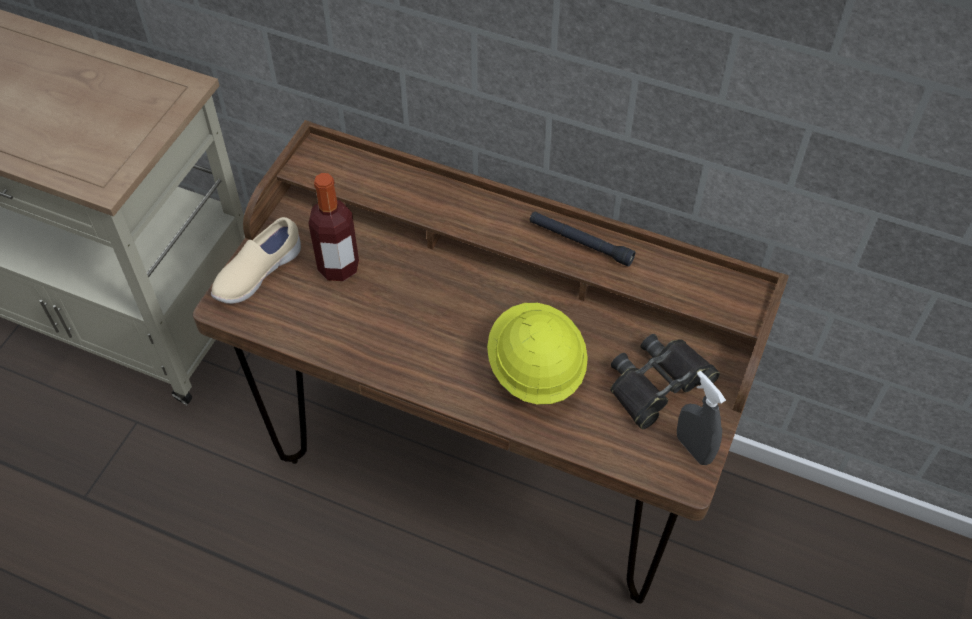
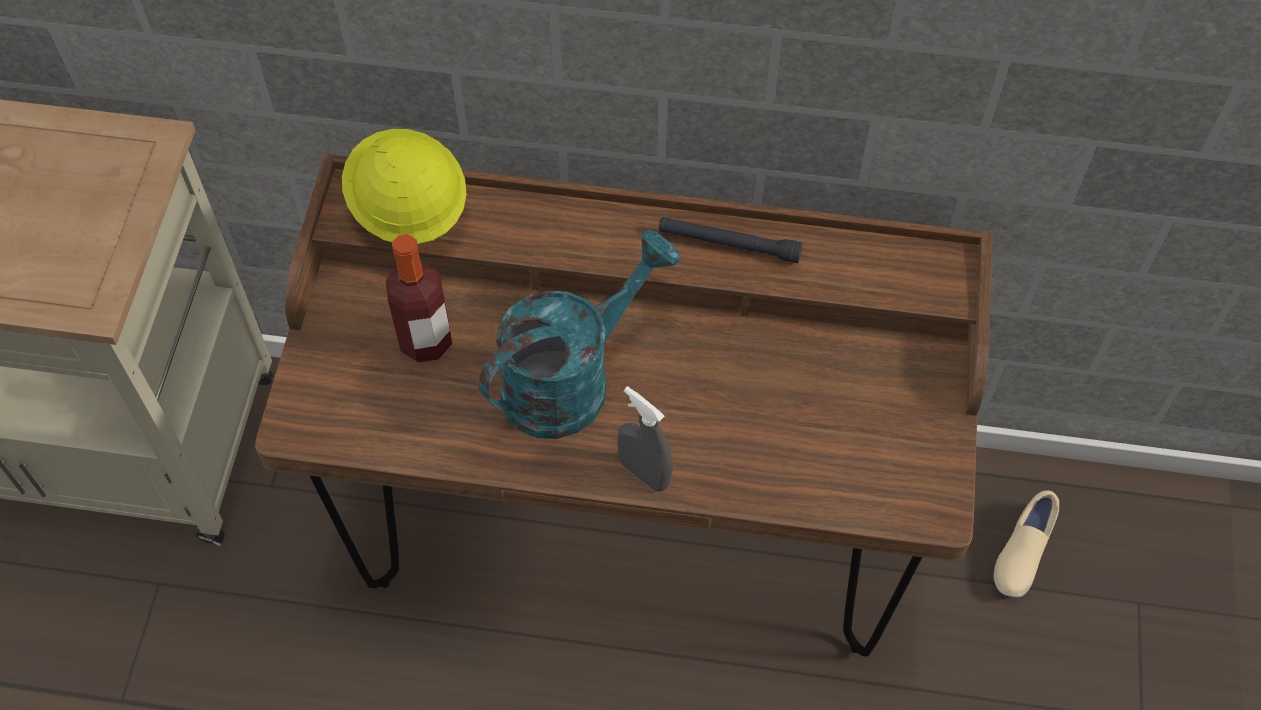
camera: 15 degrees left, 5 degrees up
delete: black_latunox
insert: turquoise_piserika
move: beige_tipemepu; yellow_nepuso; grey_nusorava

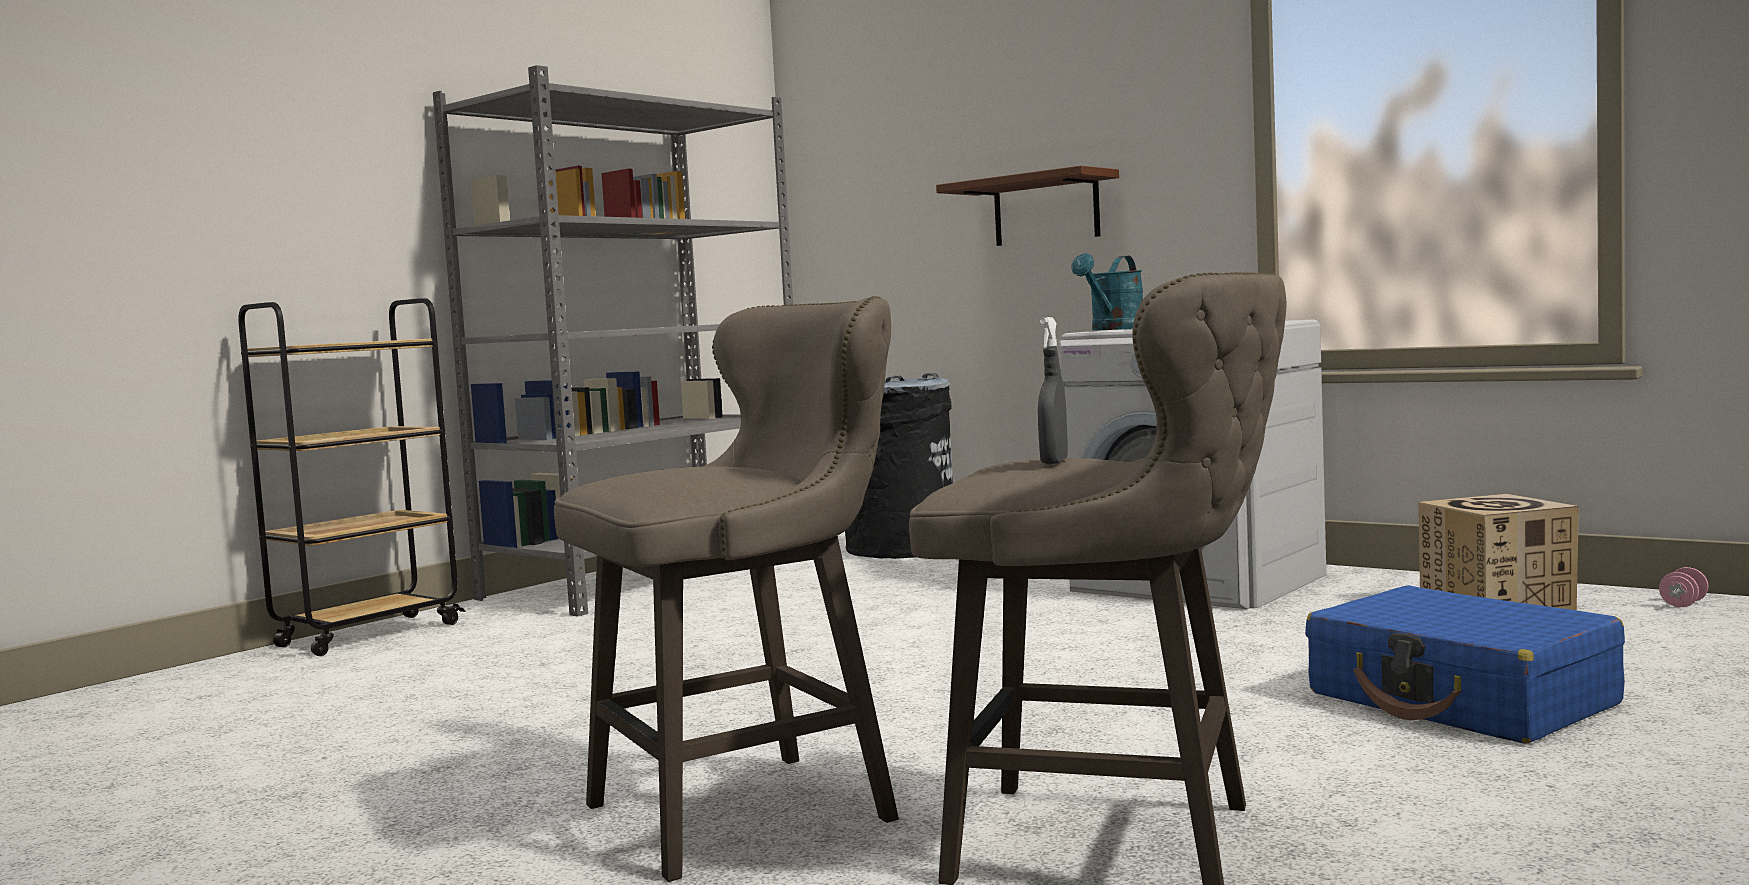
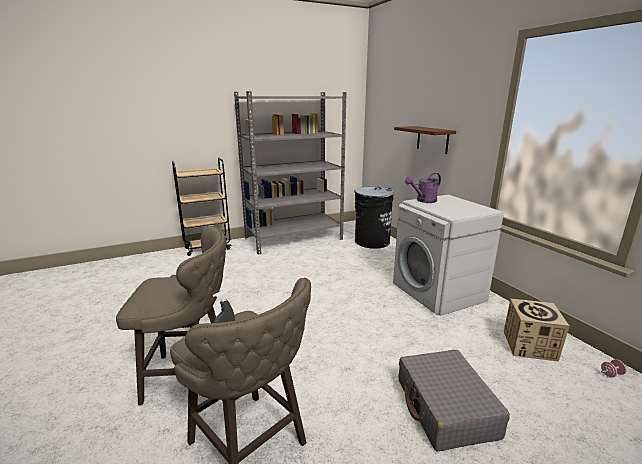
camera: 25 degrees right, 15 degrees up
recolor: turquoise_piserika to purple_piserika; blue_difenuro to grey_difenuro

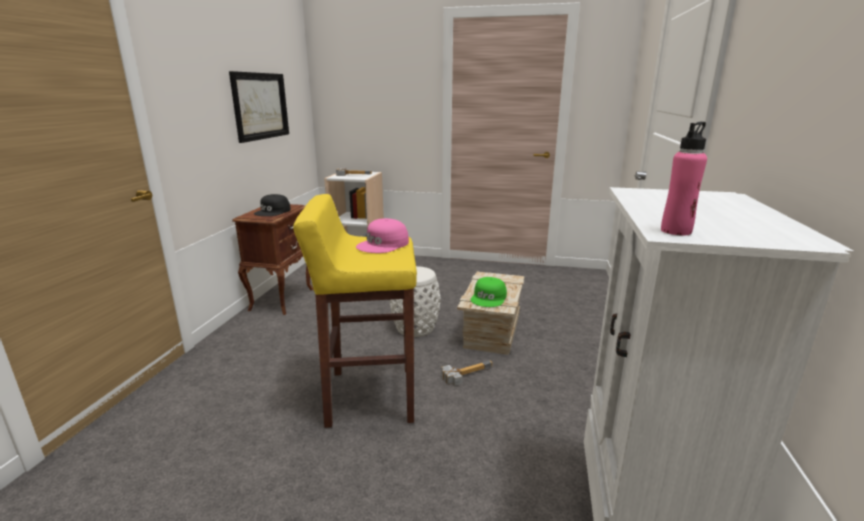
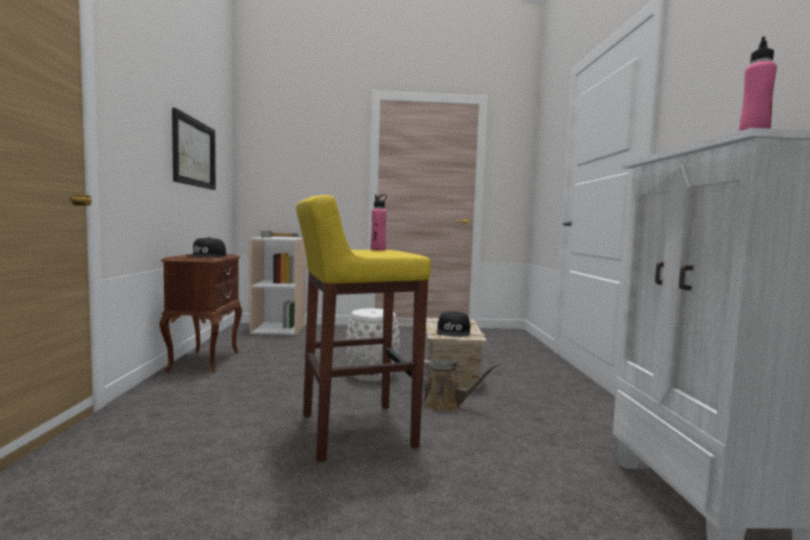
camera: 15 degrees left, 15 degrees down
replace: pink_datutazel to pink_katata (1st from left); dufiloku (2nd from left) to brown_piserika
recolor: green_datutazel to black_datutazel (2nd from left)

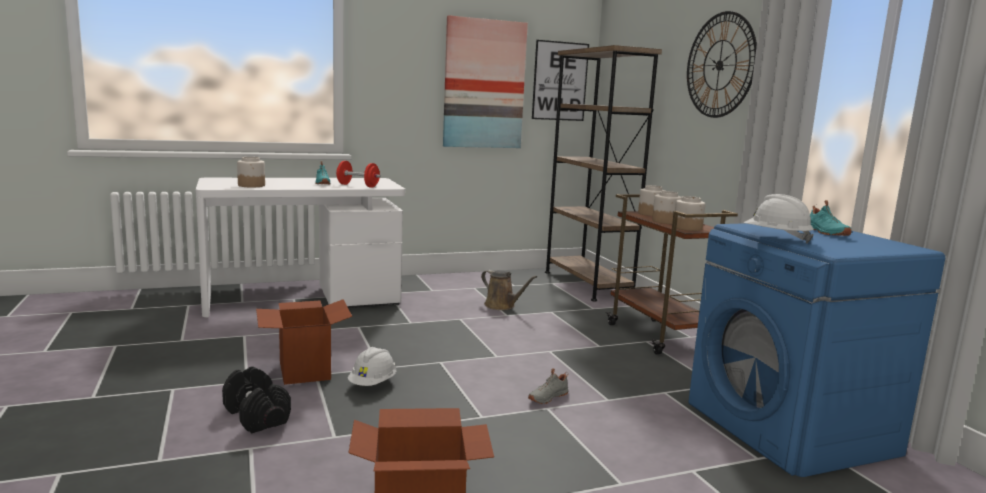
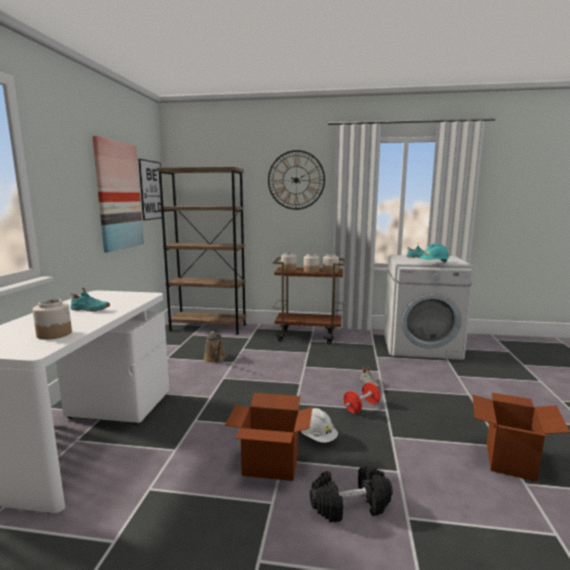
camera: 60 degrees left, 0 degrees up
move: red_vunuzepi
recolor: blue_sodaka to white_sodaka; white_nepuso (2nd from left) to turquoise_nepuso
rotate: brown_piserika 90 degrees clockwise

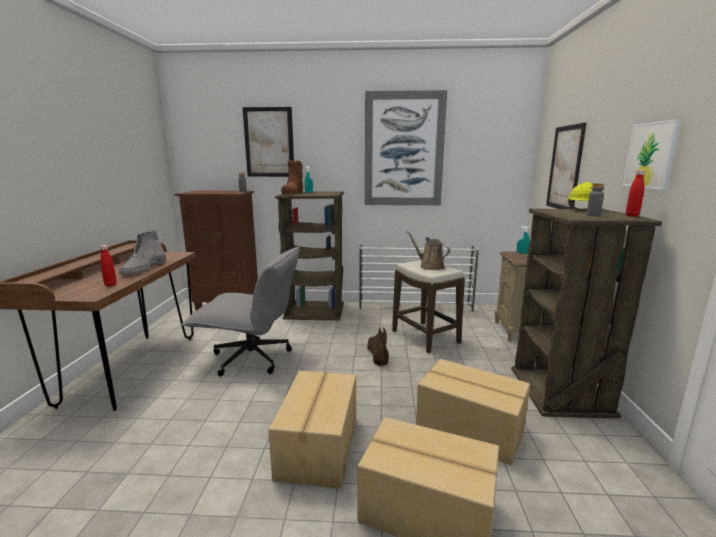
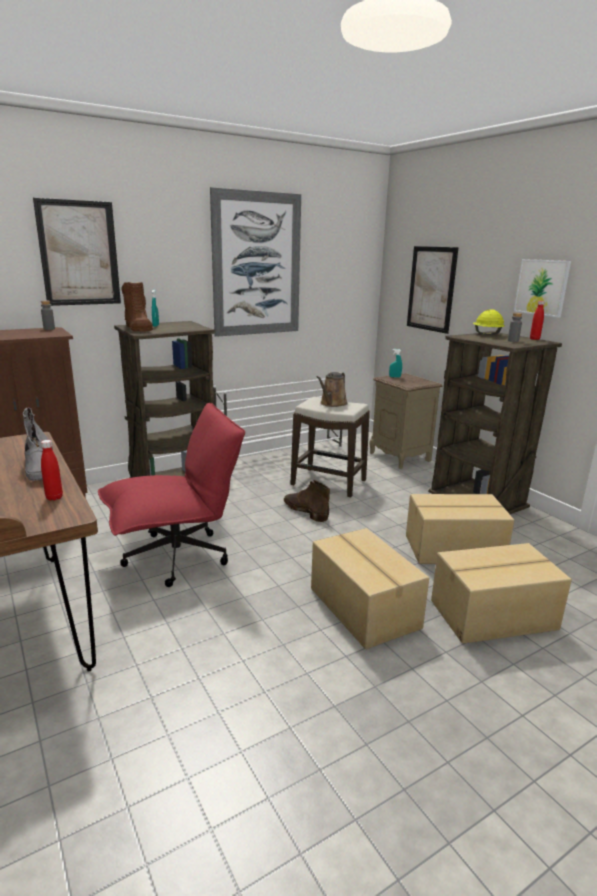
camera: 35 degrees left, 5 degrees up
recolor: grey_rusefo to red_rusefo
rotate: brown_piserika 75 degrees counterclockwise

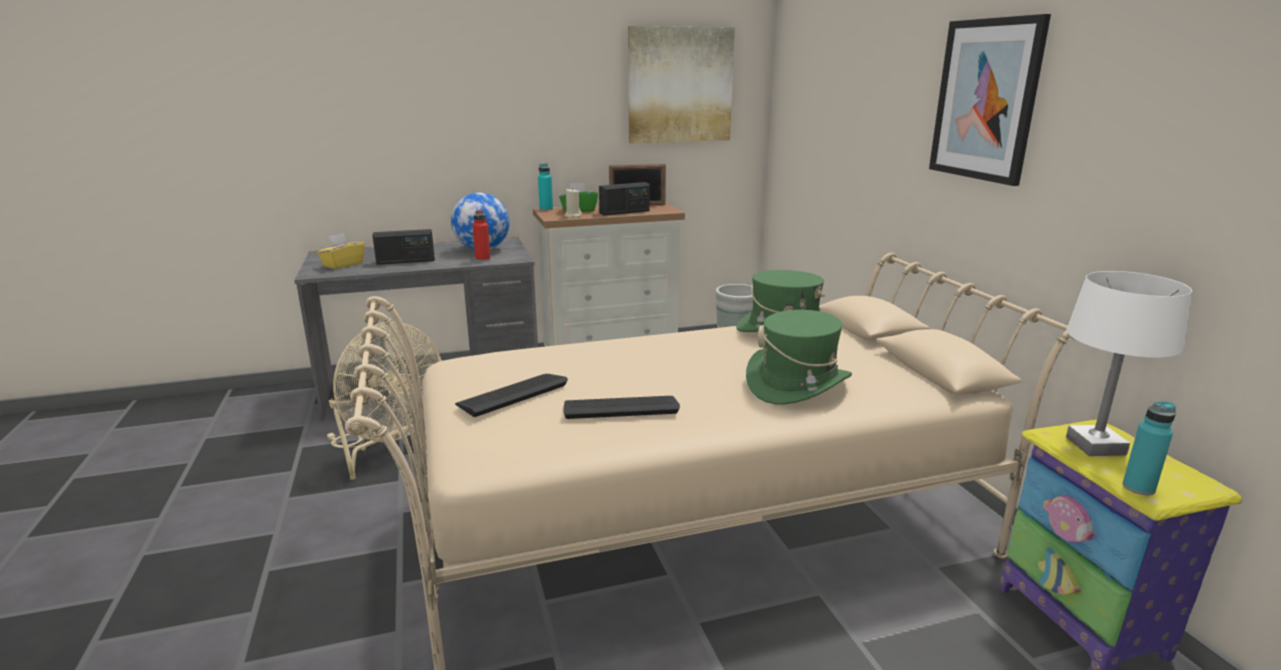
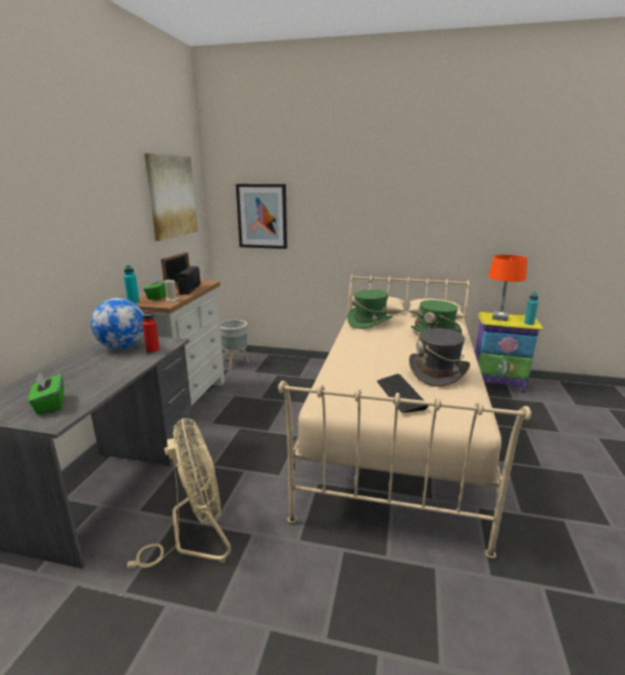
camera: 60 degrees left, 0 degrees up
delete: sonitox (1st from left)
move: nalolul (2nd from left)
replace: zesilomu (2nd from left) to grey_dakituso
recolor: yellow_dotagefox to green_dotagefox (1st from left); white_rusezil to orange_rusezil

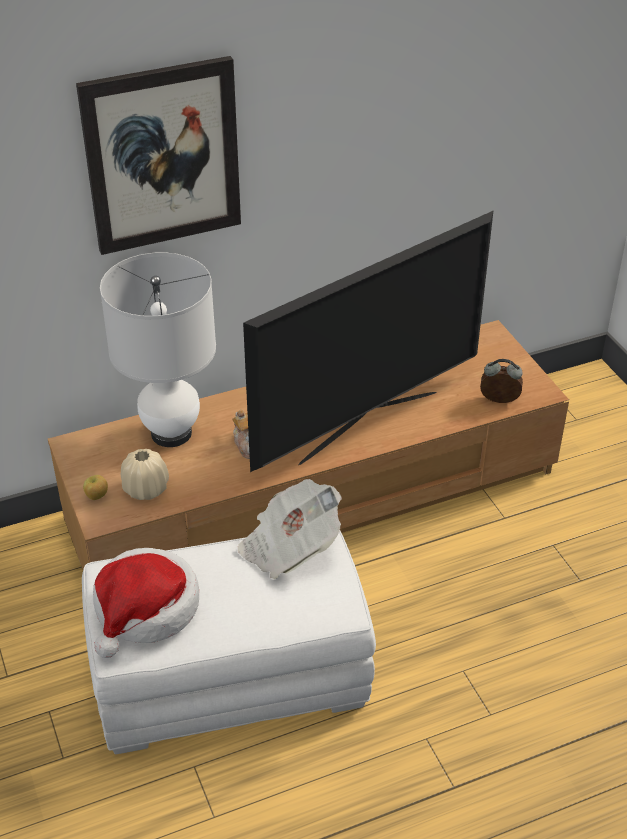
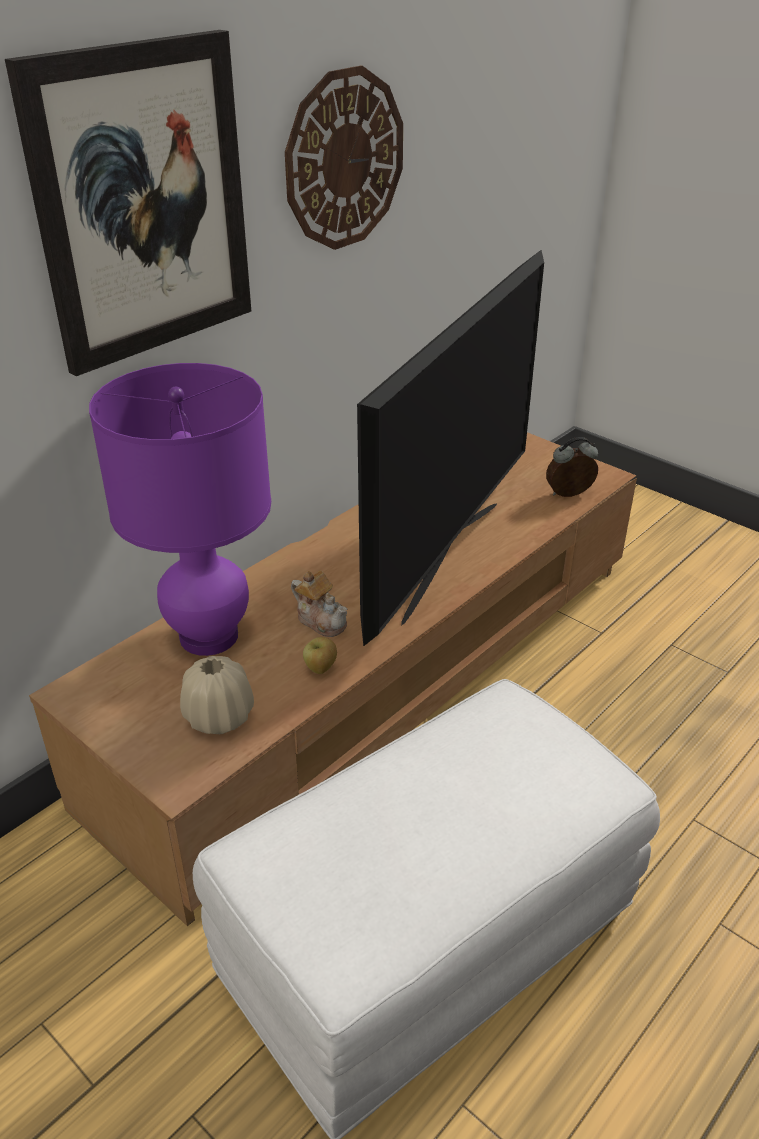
camera: 25 degrees left, 5 degrees down
delete: dakituso; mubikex
insert: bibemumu
move: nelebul
recolor: white_rusezil to purple_rusezil

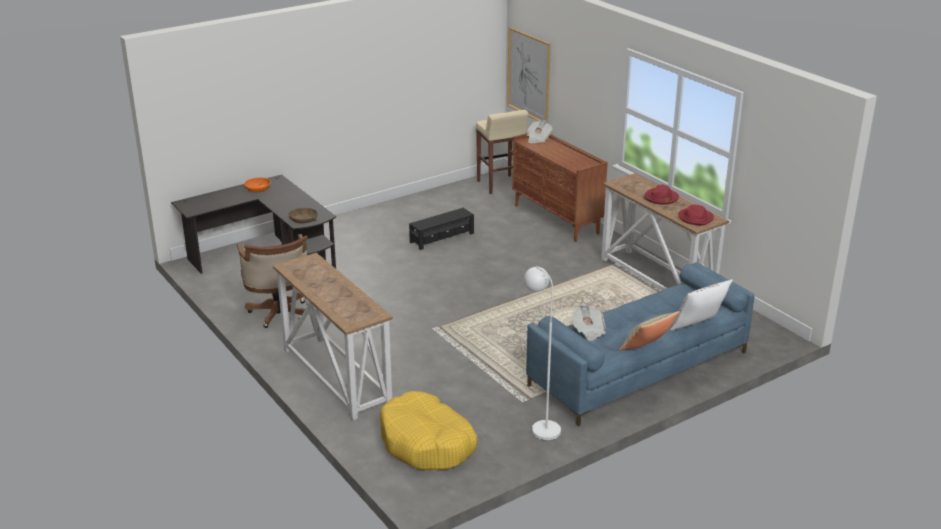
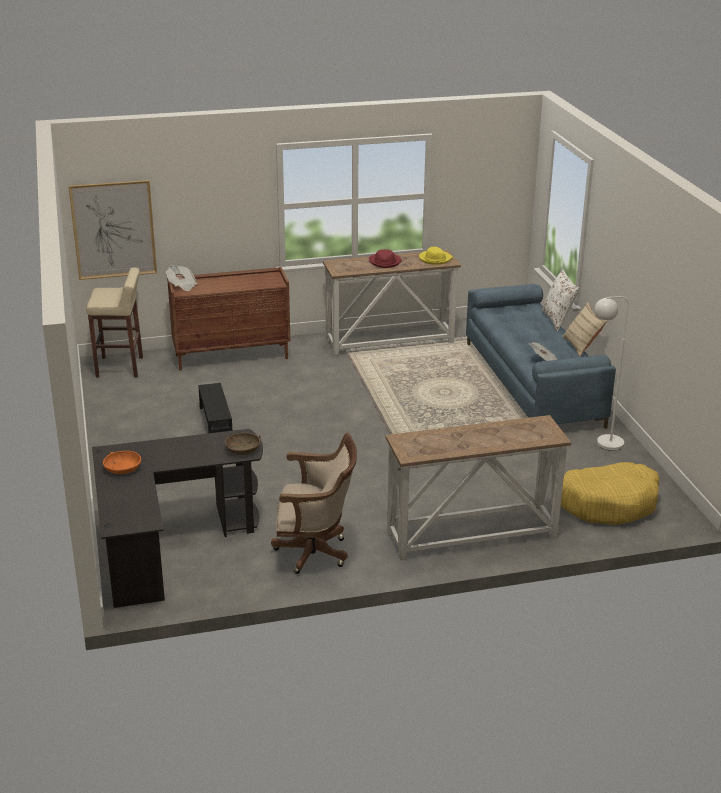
camera: 70 degrees left, 0 degrees up
recolor: red_dakituso (2nd from left) to yellow_dakituso

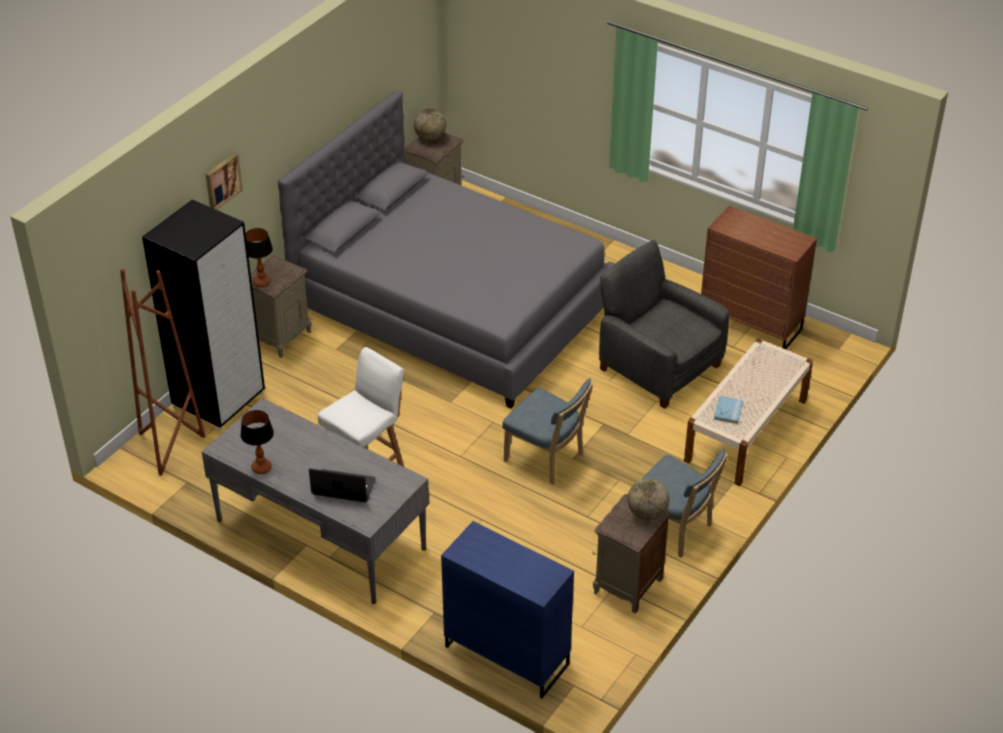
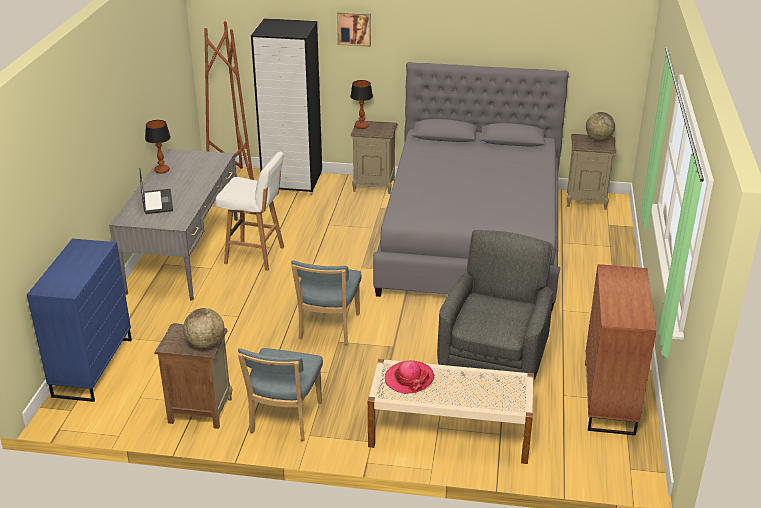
camera: 65 degrees right, 10 degrees down
replace: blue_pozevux to dakituso

